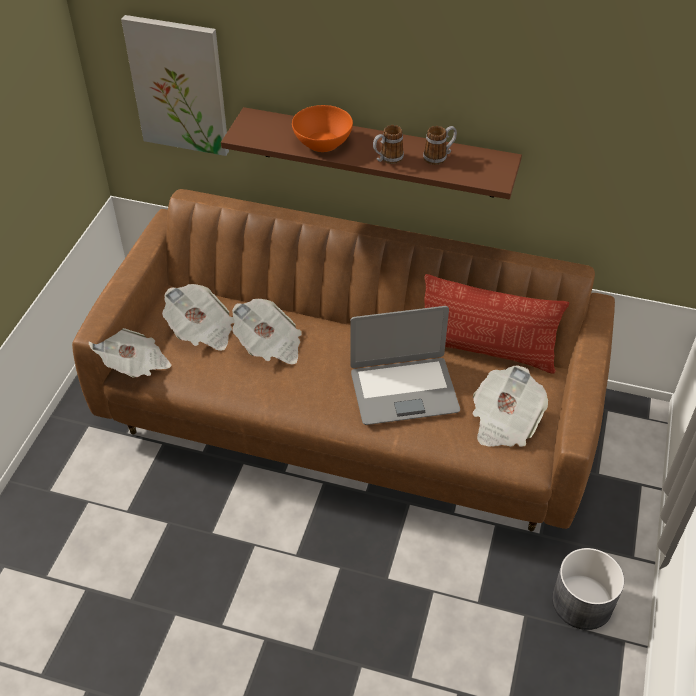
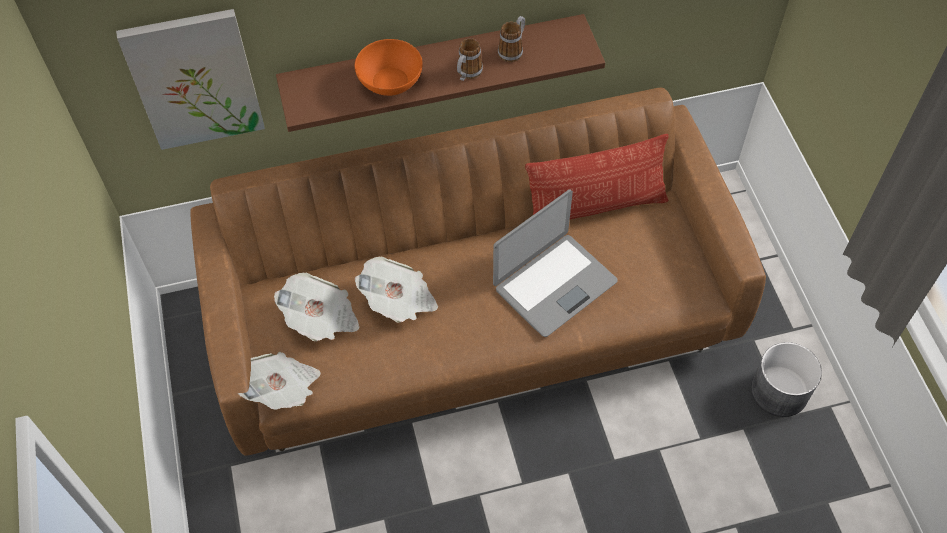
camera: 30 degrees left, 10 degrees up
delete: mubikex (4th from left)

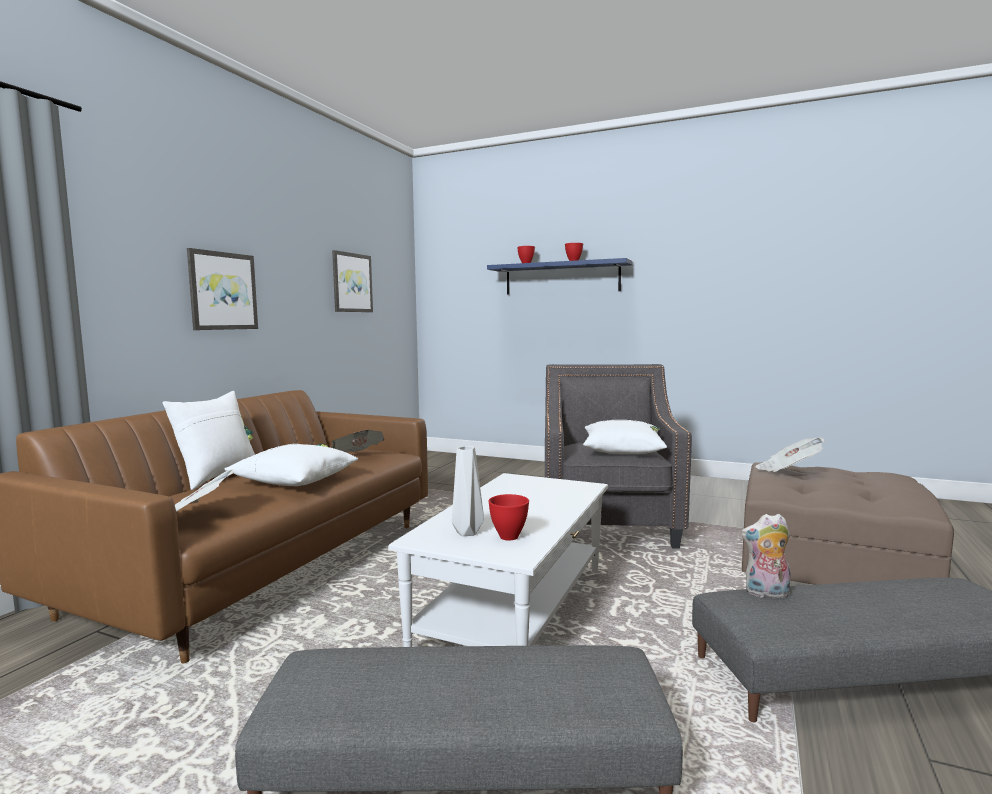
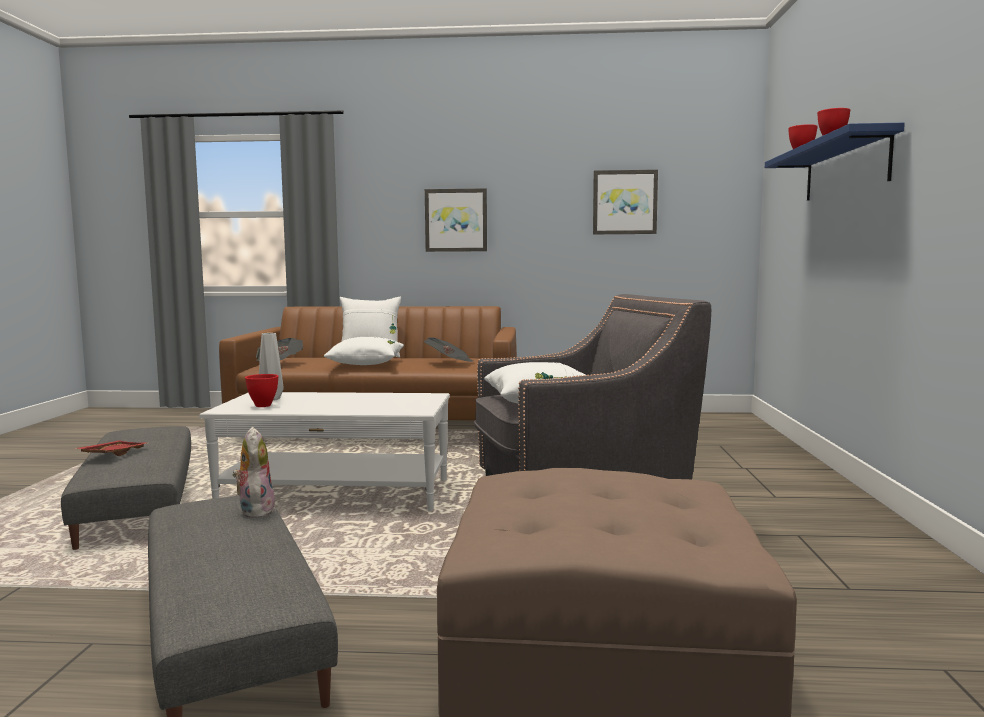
camera: 70 degrees right, 0 degrees up
delete: mubikex (3rd from left)
insert: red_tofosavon

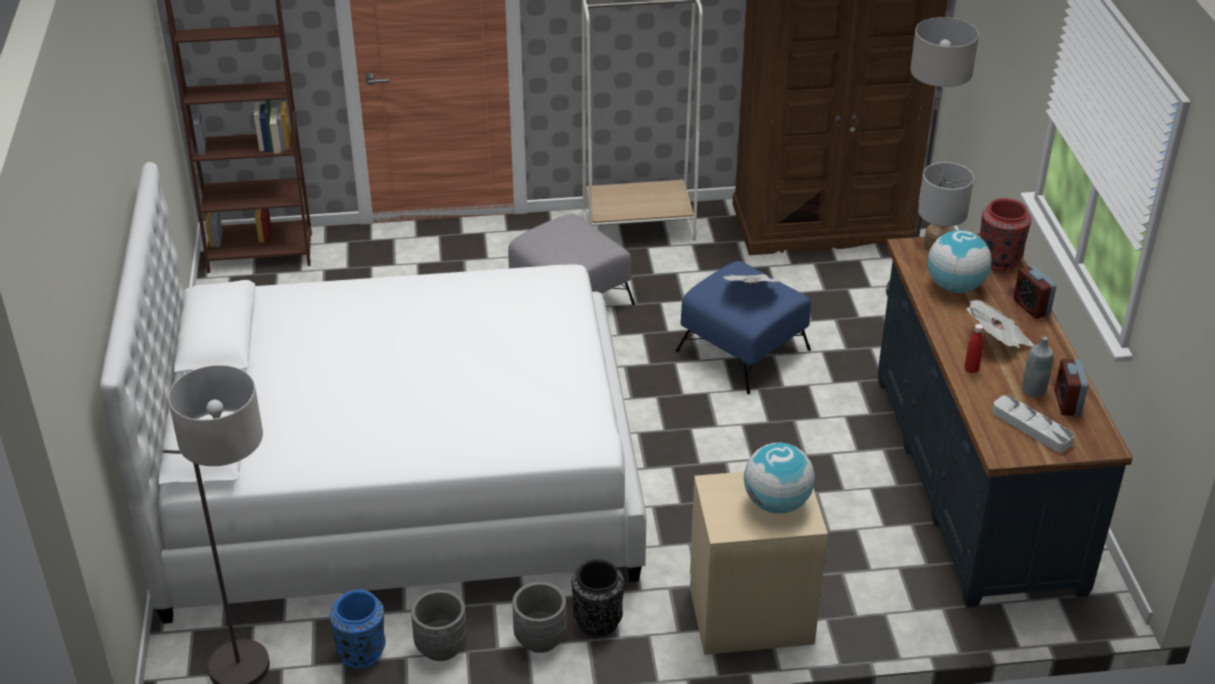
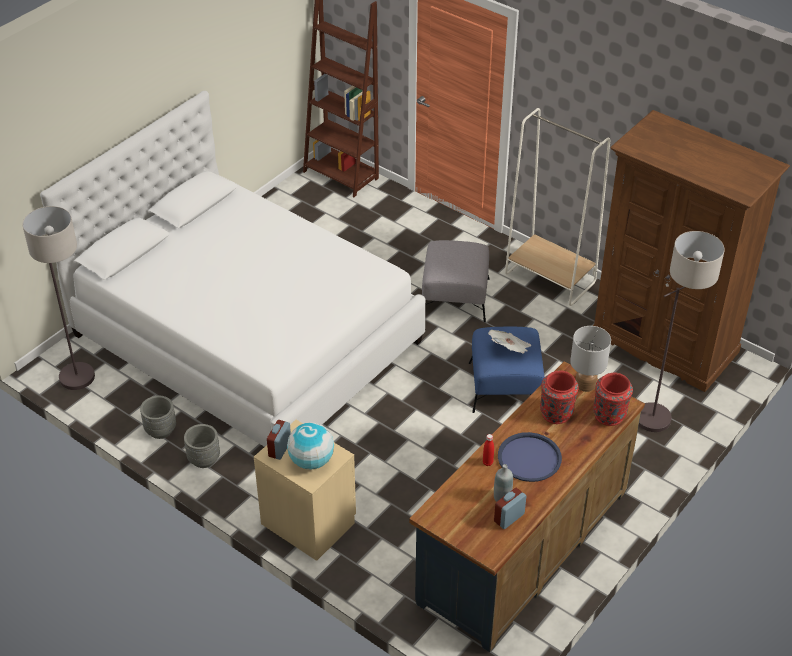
camera: 45 degrees right, 5 degrees up
delete: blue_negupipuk; black_negupipuk; grey_tofosavon
move: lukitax (1st from left)
replace: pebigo (2nd from left) to red_negupipuk (1st from left); mubikex (2nd from left) to blue_tofosavon

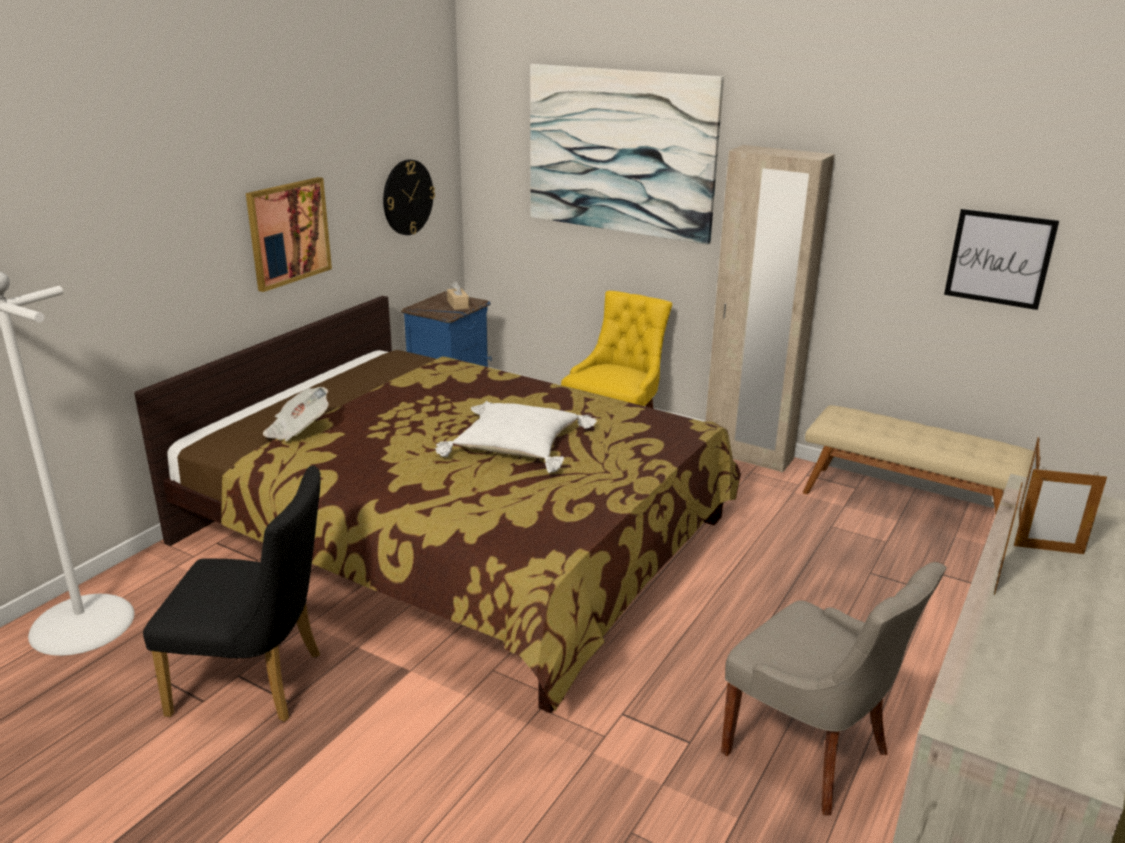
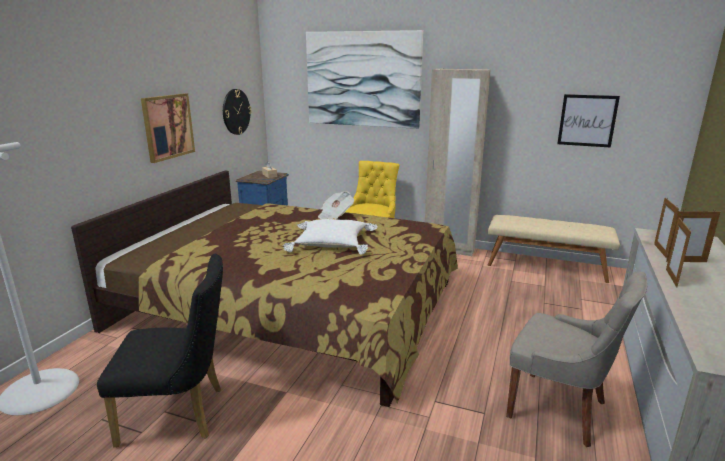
camera: 10 degrees left, 5 degrees down
move: mubikex

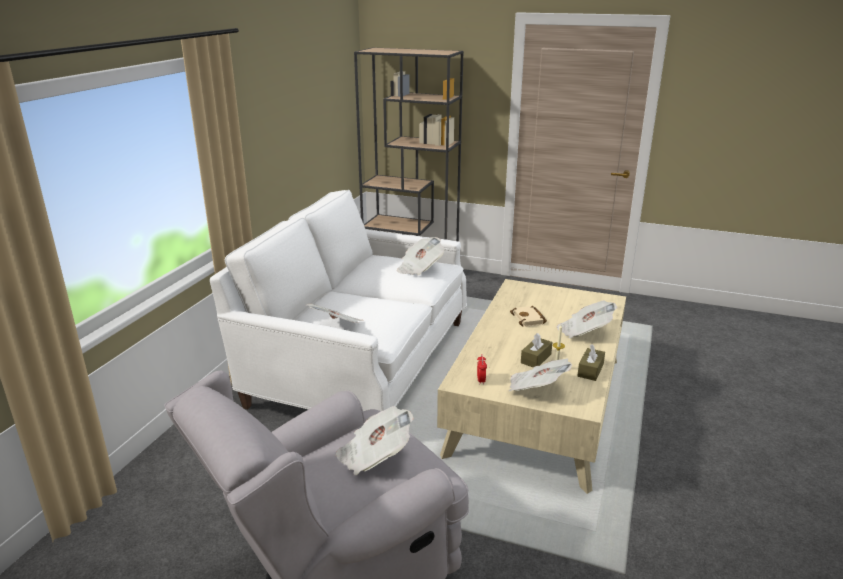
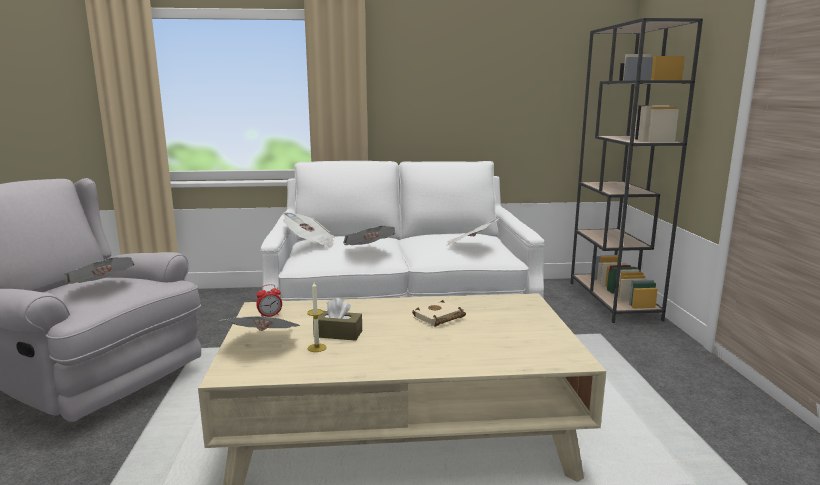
camera: 65 degrees right, 10 degrees down
delete: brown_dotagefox (2nd from left)
move: mubikex (5th from left in the first image) to mubikex (4th from left)

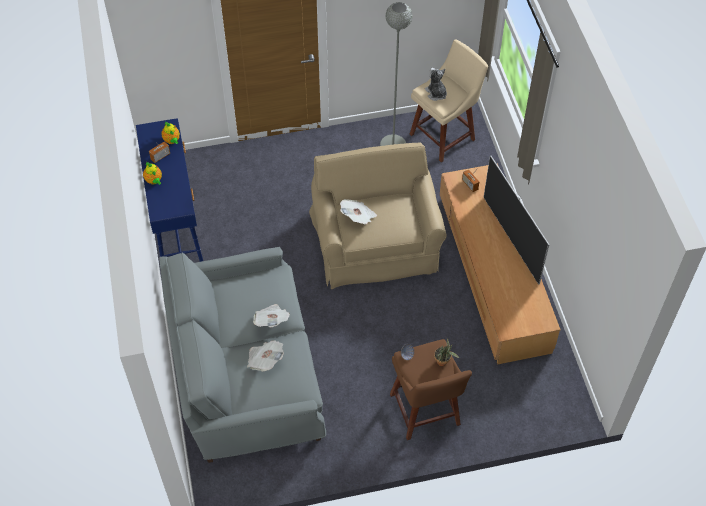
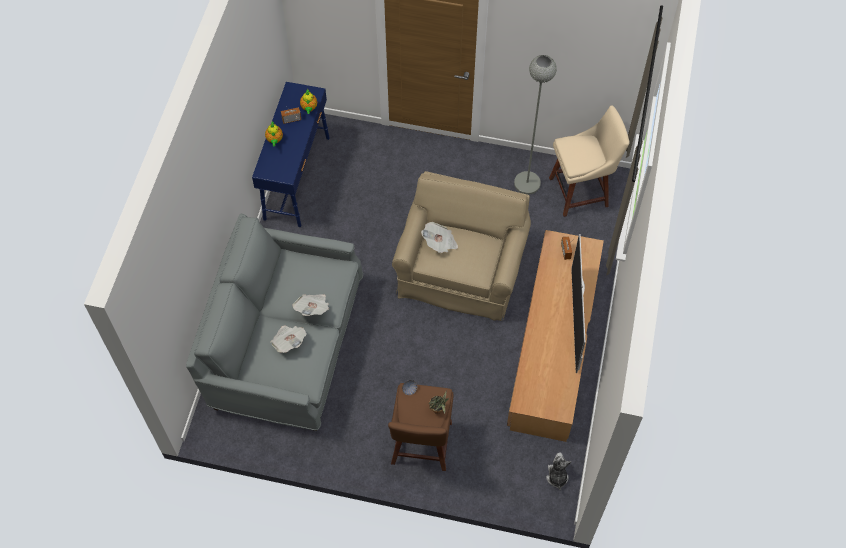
camera: 25 degrees right, 5 degrees up
move: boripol

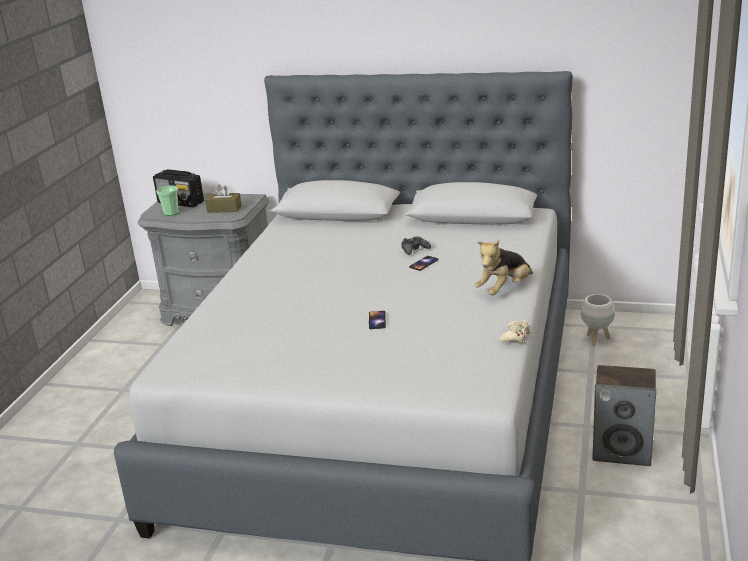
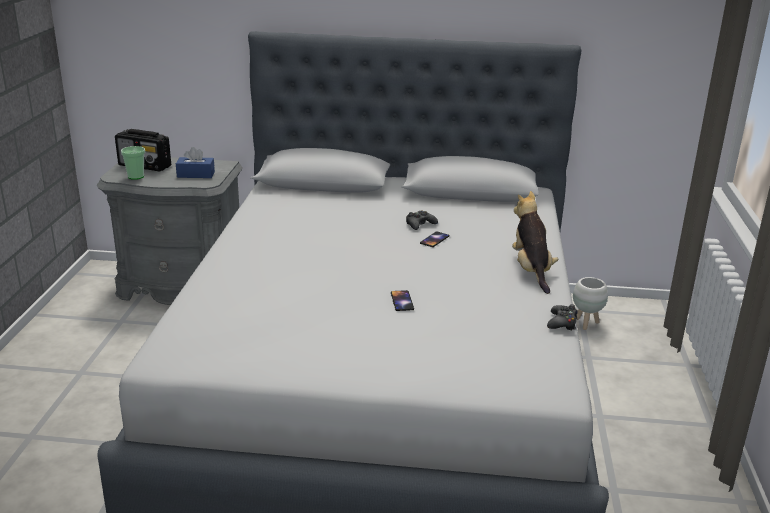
camera: 10 degrees left, 0 degrees up
delete: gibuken
recolor: brown_dotagefox to blue_dotagefox; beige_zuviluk to black_zuviluk (2nd from left)
rotate: boripol 135 degrees clockwise

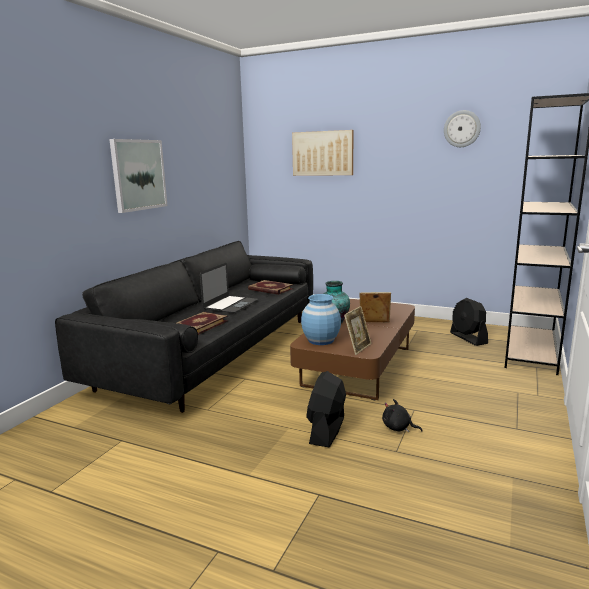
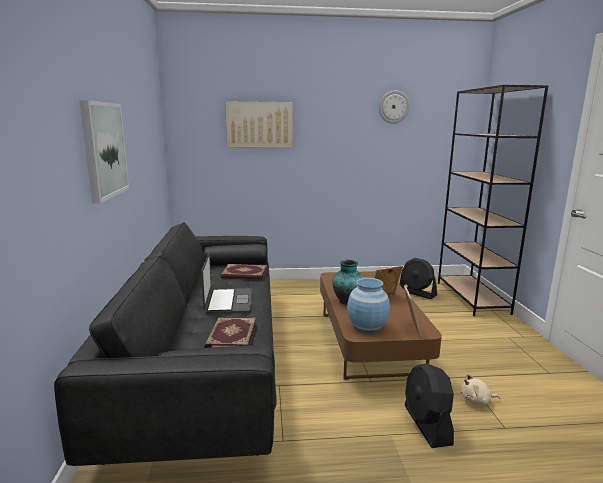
camera: 30 degrees left, 0 degrees up
recolor: black_boripol to beige_boripol

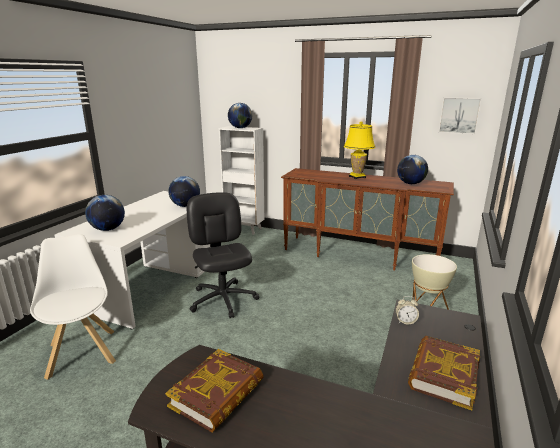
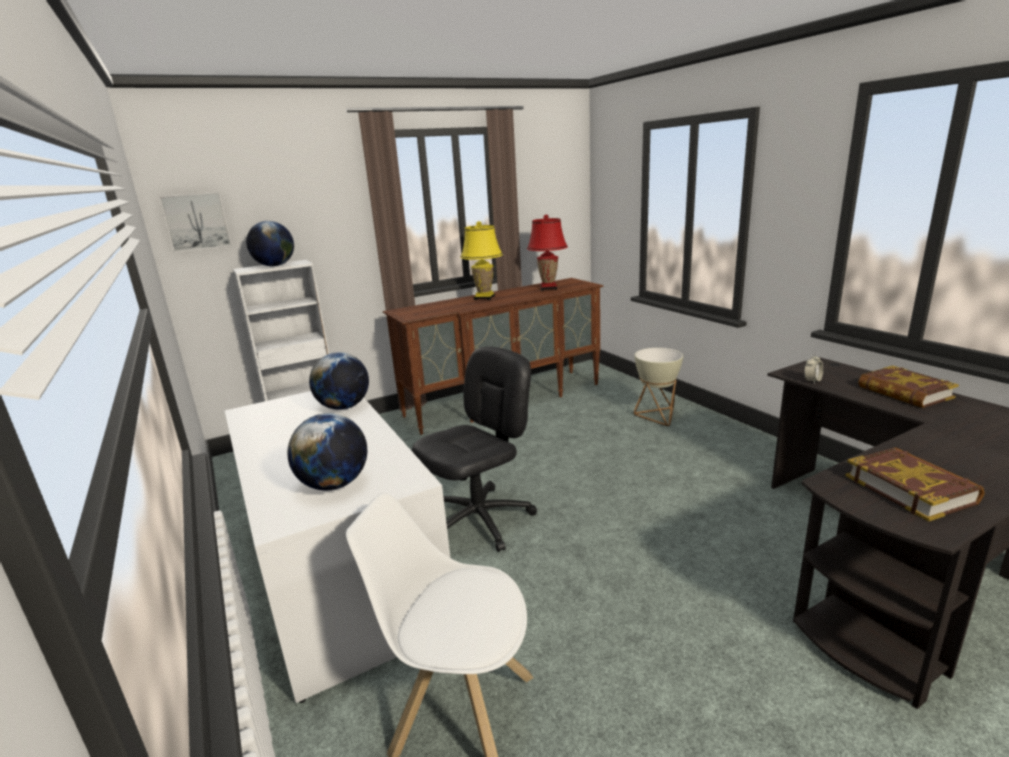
camera: 50 degrees left, 0 degrees up
move: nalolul
replace: pebigo (4th from left) to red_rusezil
rotate: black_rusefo 120 degrees clockwise

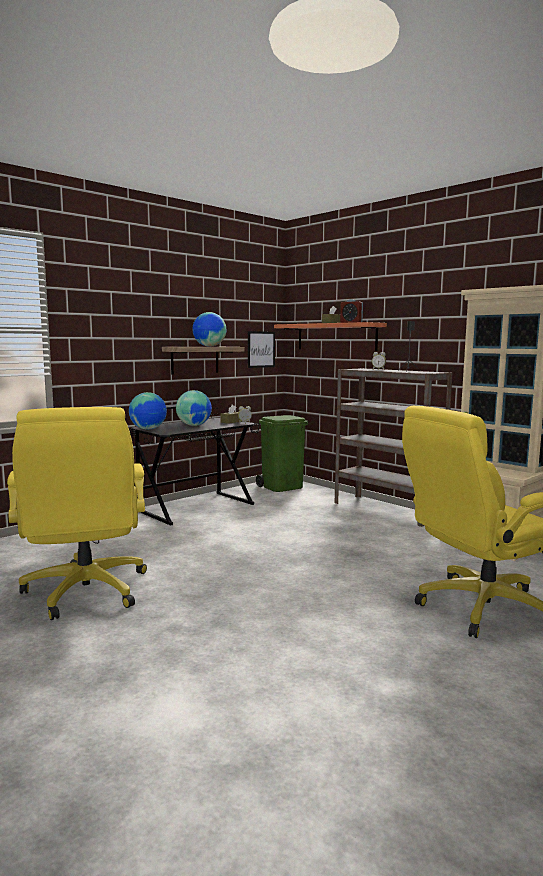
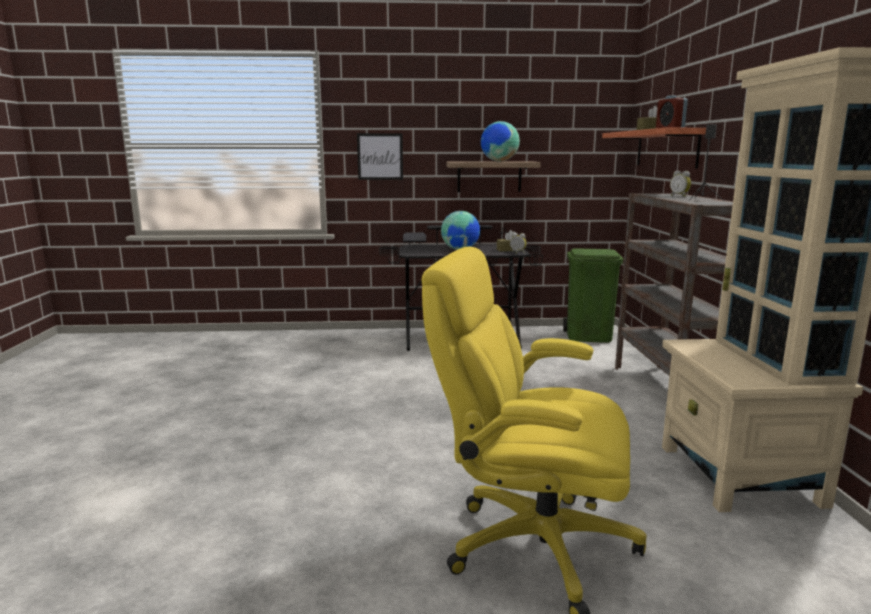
camera: 40 degrees right, 5 degrees up
delete: yellow_rusefo (1st from left); pebigo (1st from left)
move: nalolul

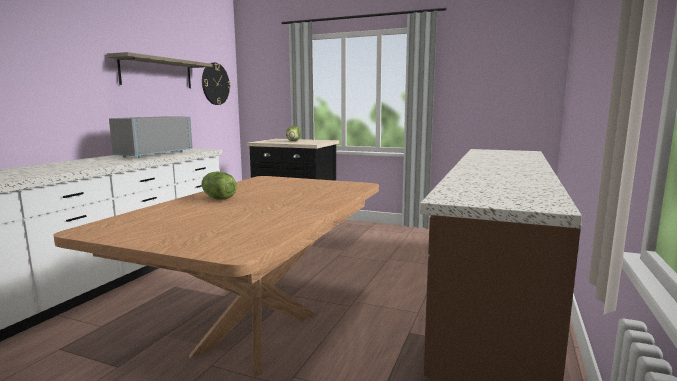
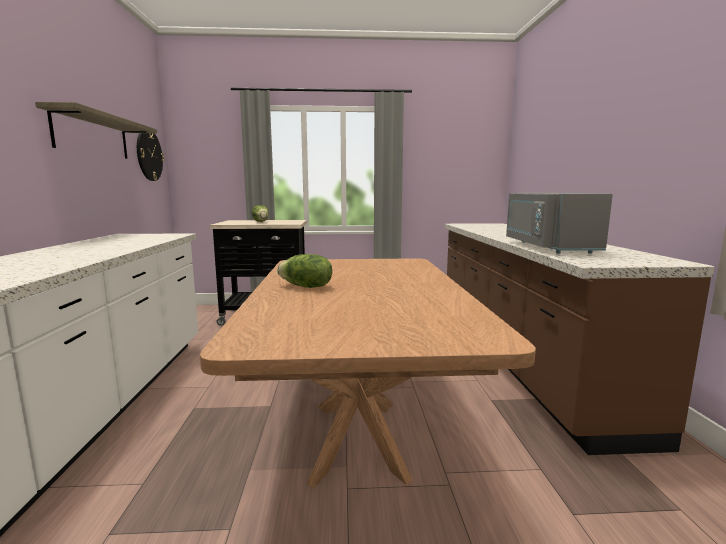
camera: 25 degrees left, 0 degrees up
move: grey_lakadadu

